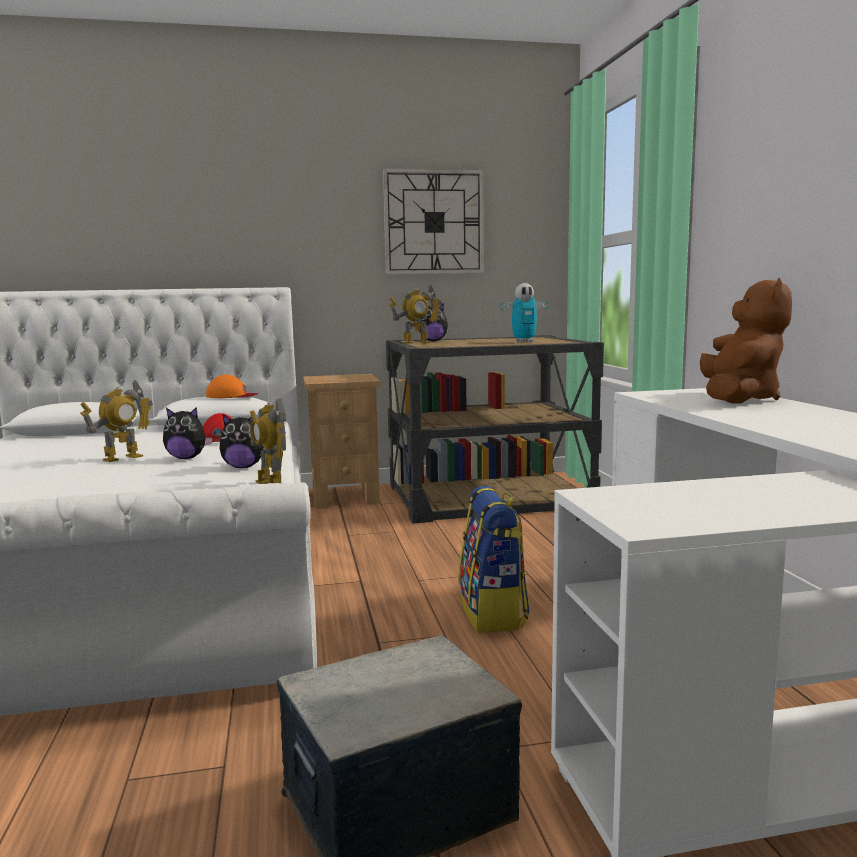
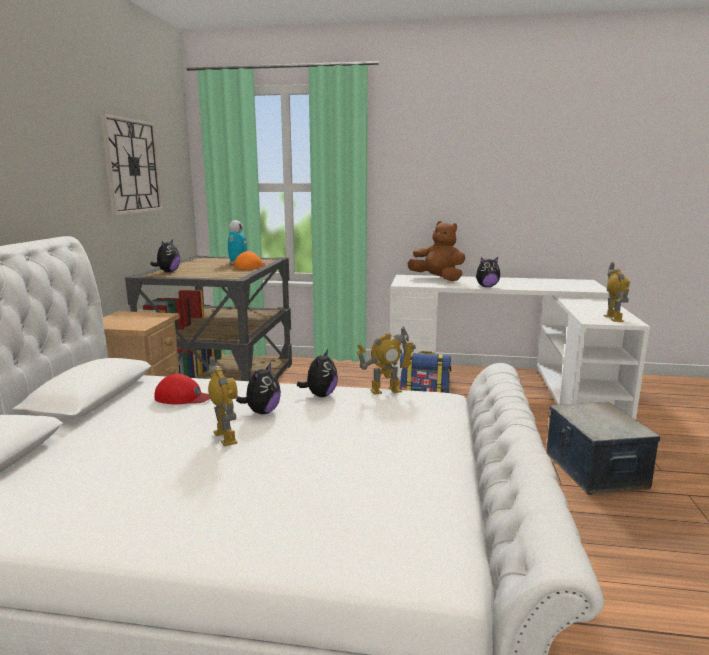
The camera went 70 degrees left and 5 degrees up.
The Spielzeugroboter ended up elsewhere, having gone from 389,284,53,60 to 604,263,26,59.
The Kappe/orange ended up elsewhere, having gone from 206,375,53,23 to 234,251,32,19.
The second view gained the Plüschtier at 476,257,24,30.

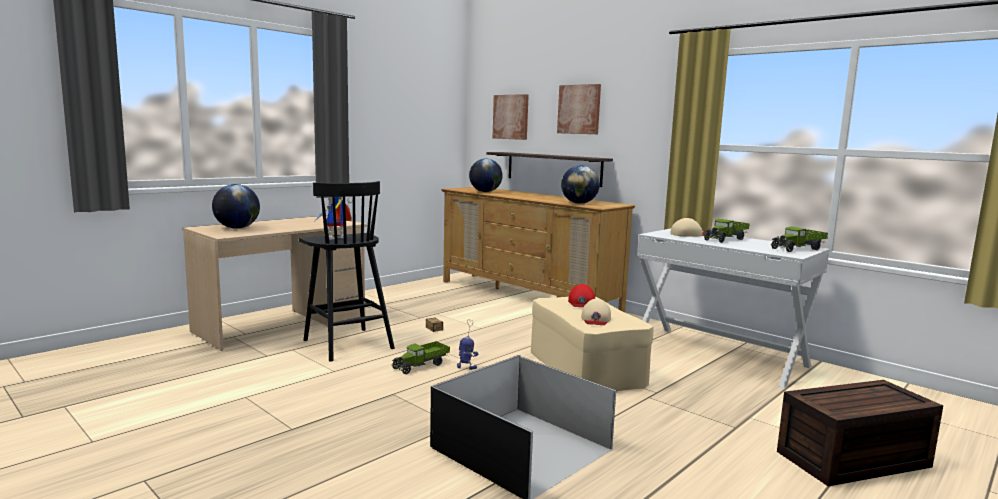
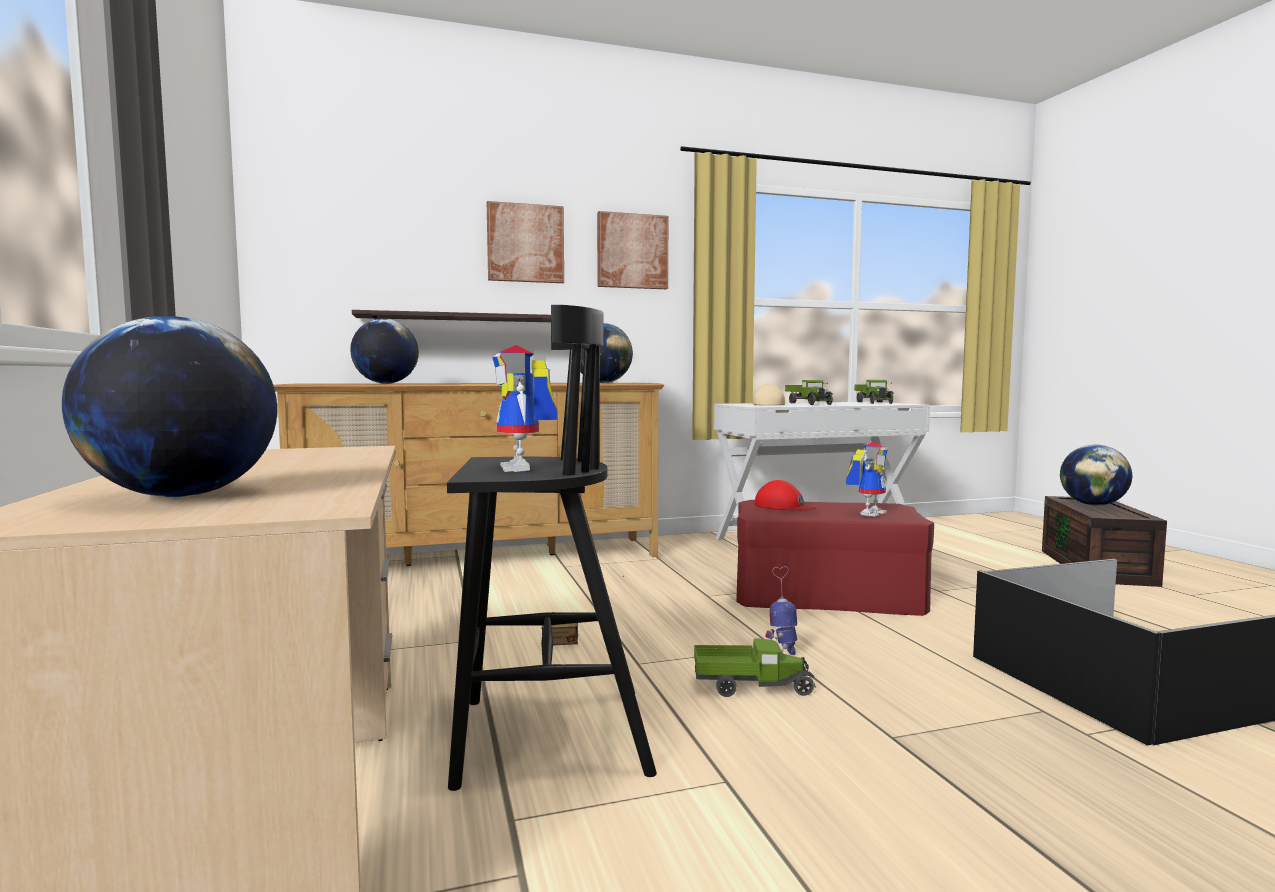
The camera went 60 degrees left and 5 degrees down.
The Bild ended up elsewhere, having gone from 493,94,36,46 to 597,211,71,78.
What was the Polsterhocker/beige at 531,297,123,94 turned into the Polsterhocker/rot at 736,500,198,116.
Where the Kappe/beige stood at 581,299,30,26, the Spielzeugroboter came to stand at 846,442,42,75.
The Spielzeuglaster at 392,341,58,33 ended up facing another way, 75 degrees counterclockwise from before.
The second view gained the Globus at 1060,445,72,61.

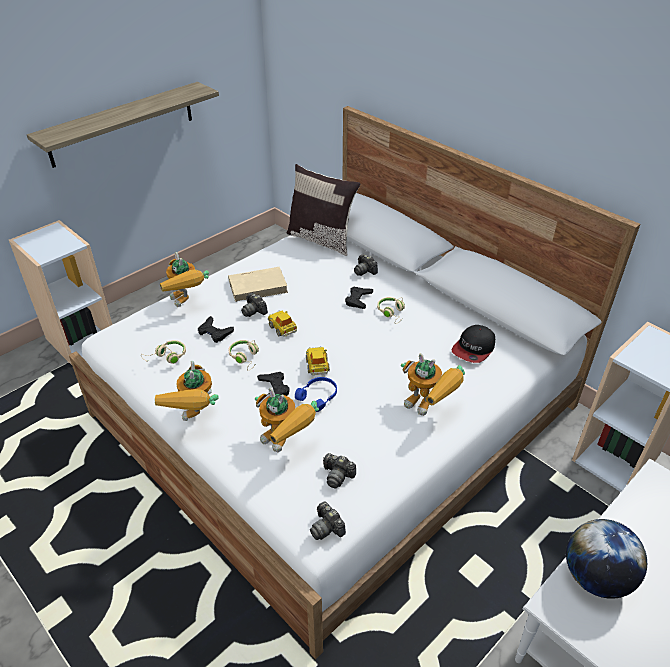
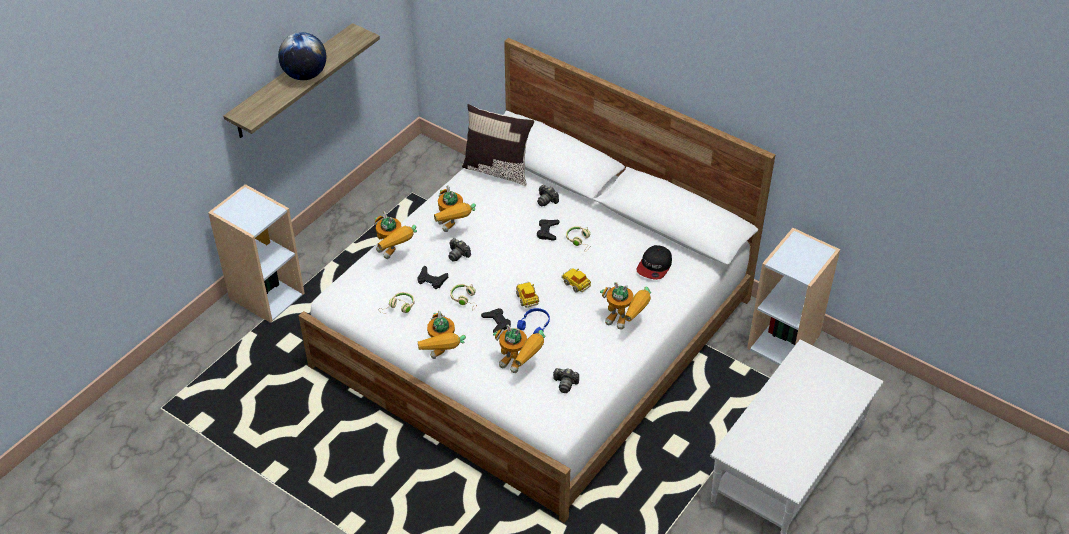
The camera went 10 degrees left and 5 degrees up.
Where the Buch/beige stood at 228,267,60,35, the Spielzeugroboter came to stand at 434,185,42,47.
The Spielzeugauto ended up elsewhere, having gone from 268,310,29,27 to 562,268,29,25.
The second view lost the Kamera at 310,502,36,38.
The Globus ended up elsewhere, having gone from 566,519,81,80 to 278,32,48,48.

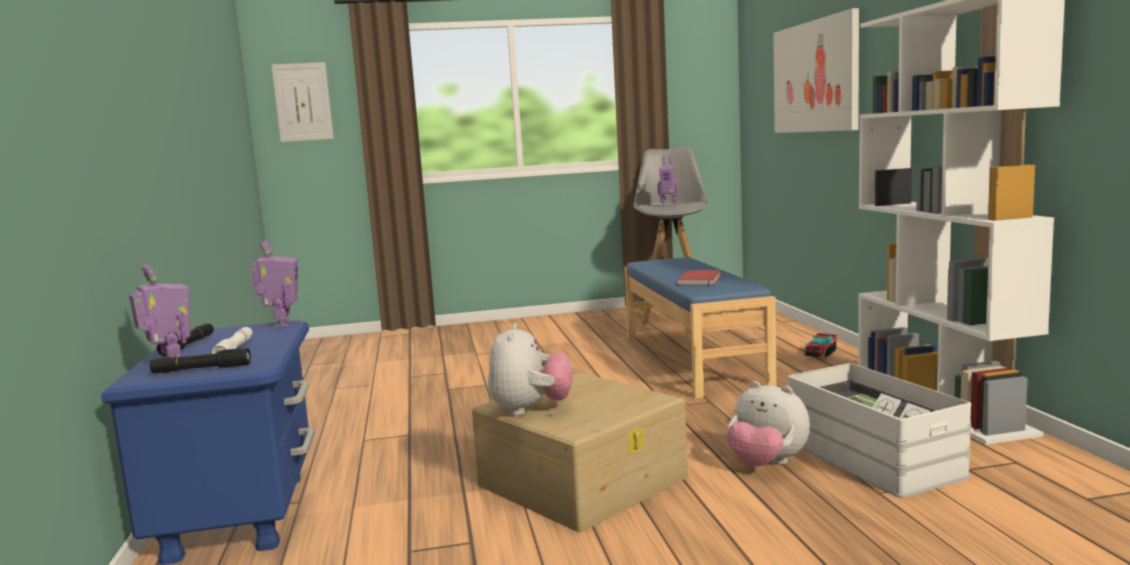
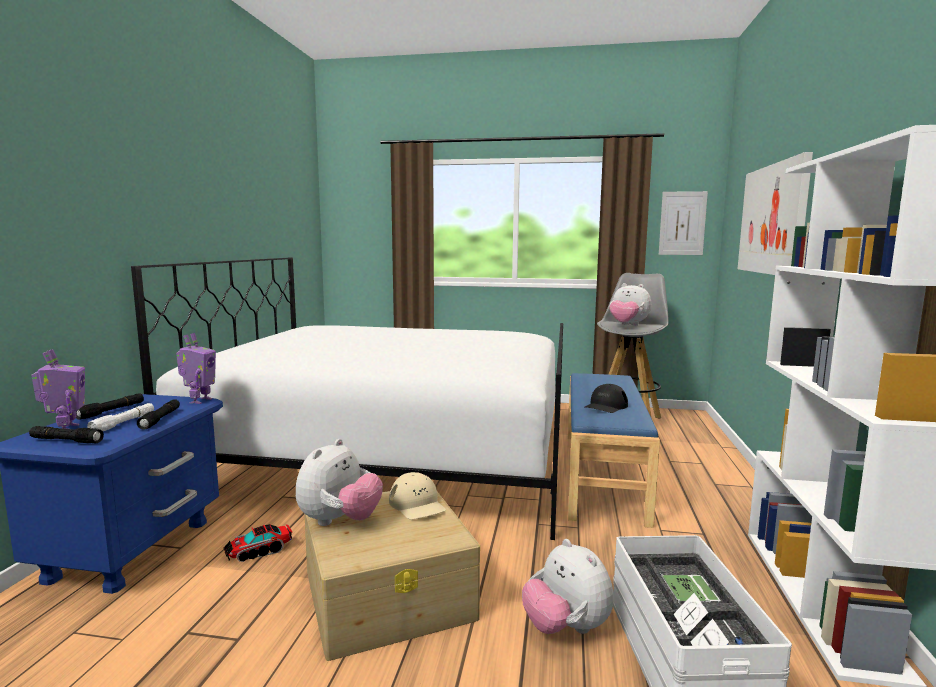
The camera went 20 degrees right and 0 degrees up.
The Bild ended up elsewhere, having gone from 271,62,63,80 to 659,191,49,64.
Where the Spielzeugroboter stood at 658,155,19,51, the Plüschtier came to stand at 609,283,42,43.
Where the Buch/rot stood at 677,270,44,15, the Kappe/schwarz came to stand at 585,384,43,29.
The Spielzeuglaster ended up elsewhere, having gone from 804,333,33,25 to 223,524,70,38.
The second view gained the Bett/weiß at 131,257,432,283.
The second view gained the Taschenlampe/schwarz at 137,399,43,31.
The second view gained the Kappe/beige at 389,472,57,47.

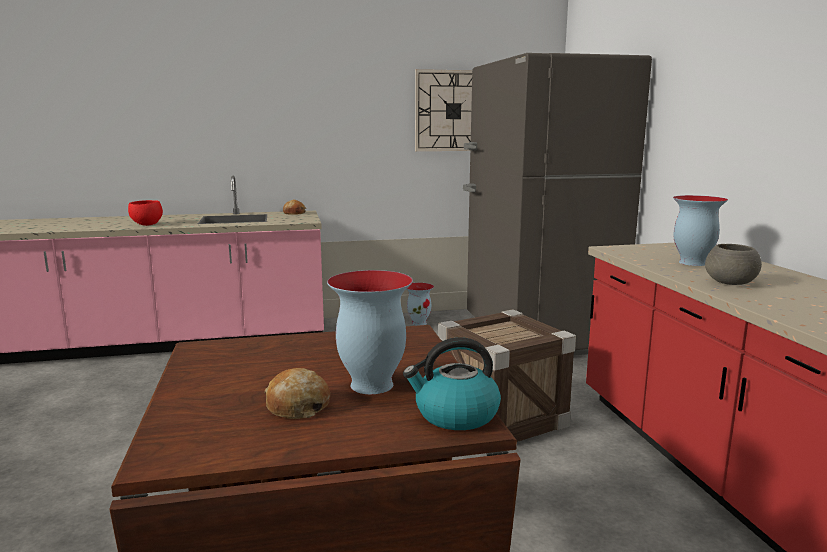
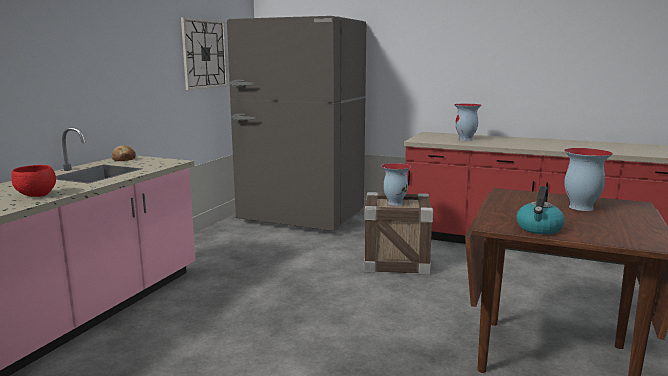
The camera went 55 degrees left and 0 degrees up.
The second view lost the Schüssel/grau at 705,244,57,41.
The Vase ended up elsewhere, having gone from 407,283,27,43 to 382,163,29,43.
The Wasserkessel ended up elsewhere, having gone from 403,337,98,93 to 516,186,49,48.
The second view lost the Brot at 264,368,66,51.

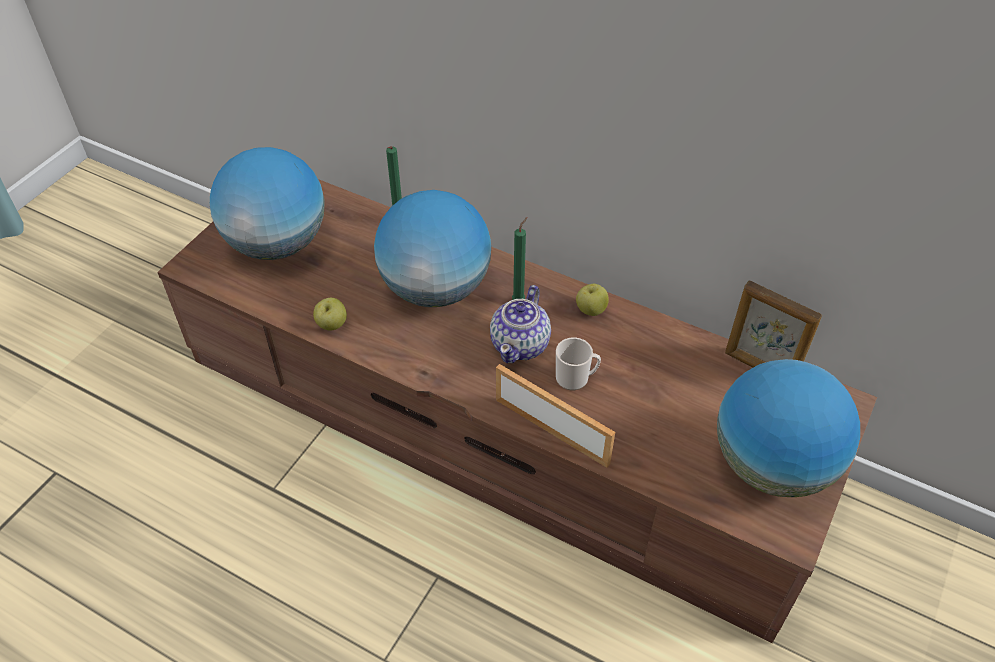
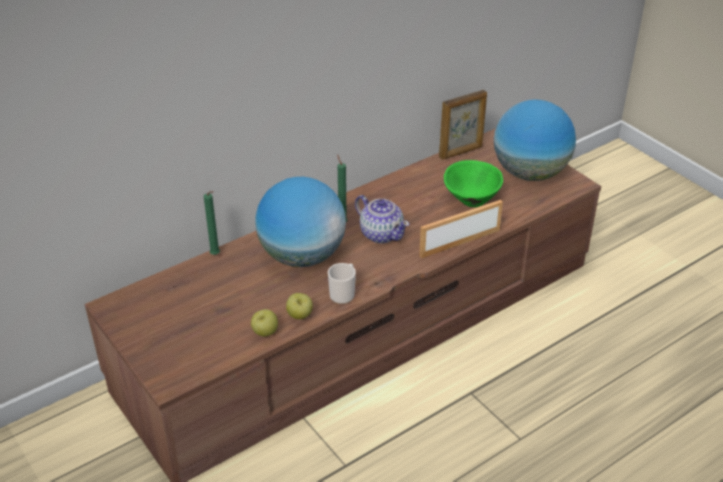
The camera went 65 degrees left and 10 degrees down.
The second view lost the Globus at 210,147,115,113.
The Apfel ended up elsewhere, having gone from 576,284,33,32 to 251,309,27,27.
The Henkelbecher ended up elsewhere, having gone from 556,338,45,52 to 328,263,28,41.
The second view gained the Schüssel/grün at 444,160,59,47.

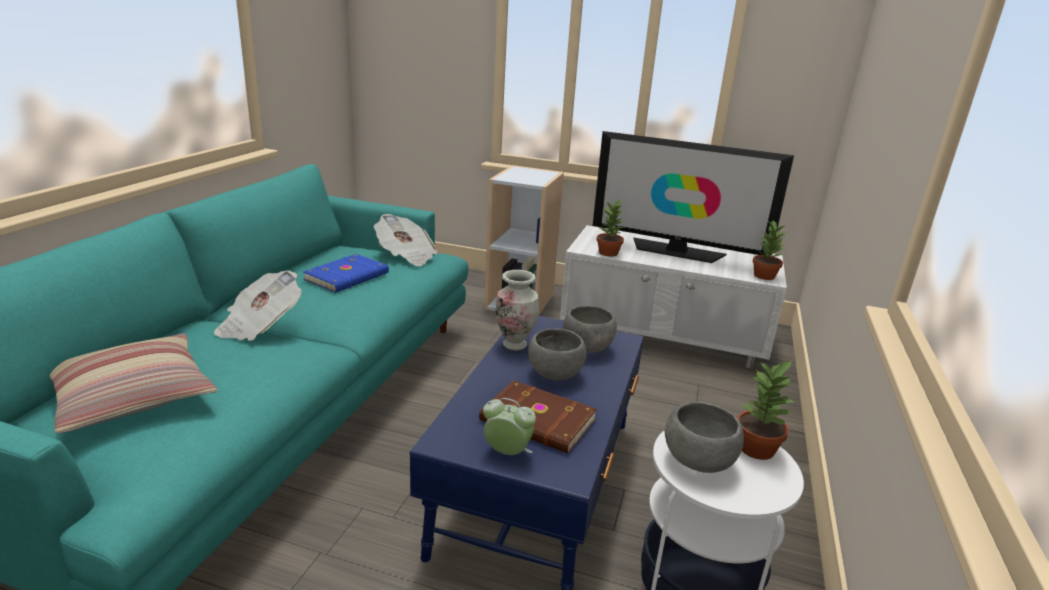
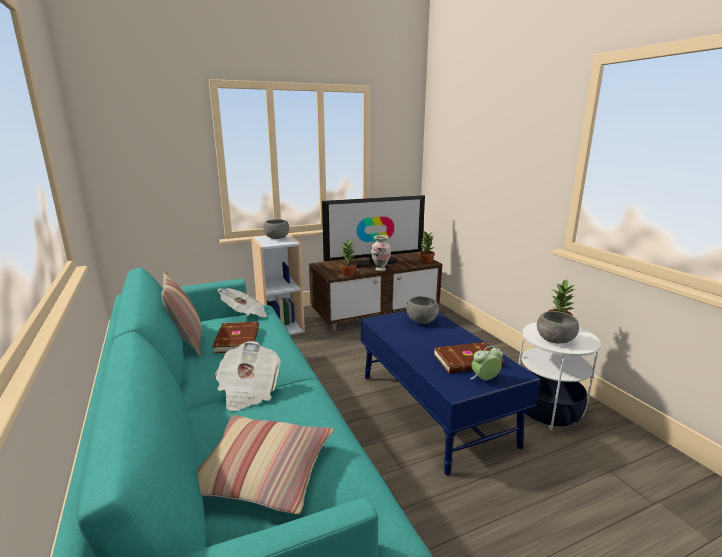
The camera went 40 degrees left and 5 degrees down.
What was the Fernsehschrank/weiß at 560,225,227,144 turned into the Fernsehschrank/braun at 309,252,133,80.
What was the Buch/blau at 303,254,86,39 turned into the Buch/braun at 212,321,47,32.
The Vase ended up elsewhere, having gone from 495,270,44,81 to 371,235,20,36.
The Schüssel/grau ended up elsewhere, having gone from 528,328,58,52 to 263,219,26,20.
The second view gained the Kissen at 162,271,40,86.

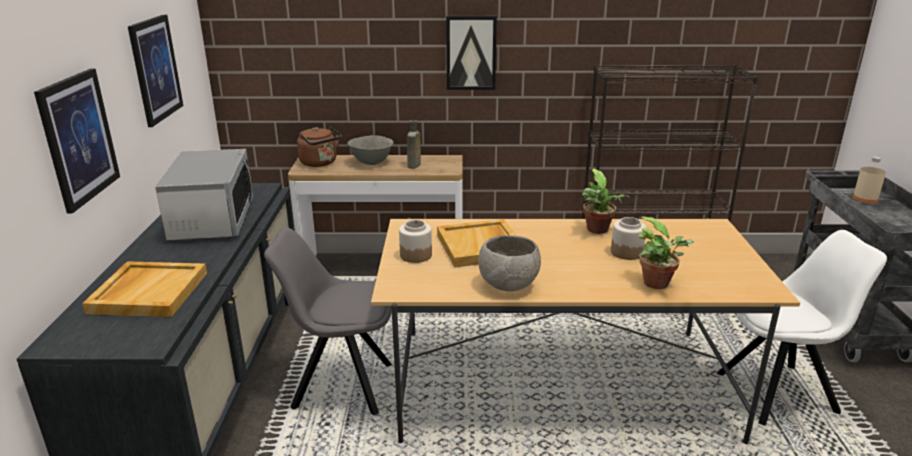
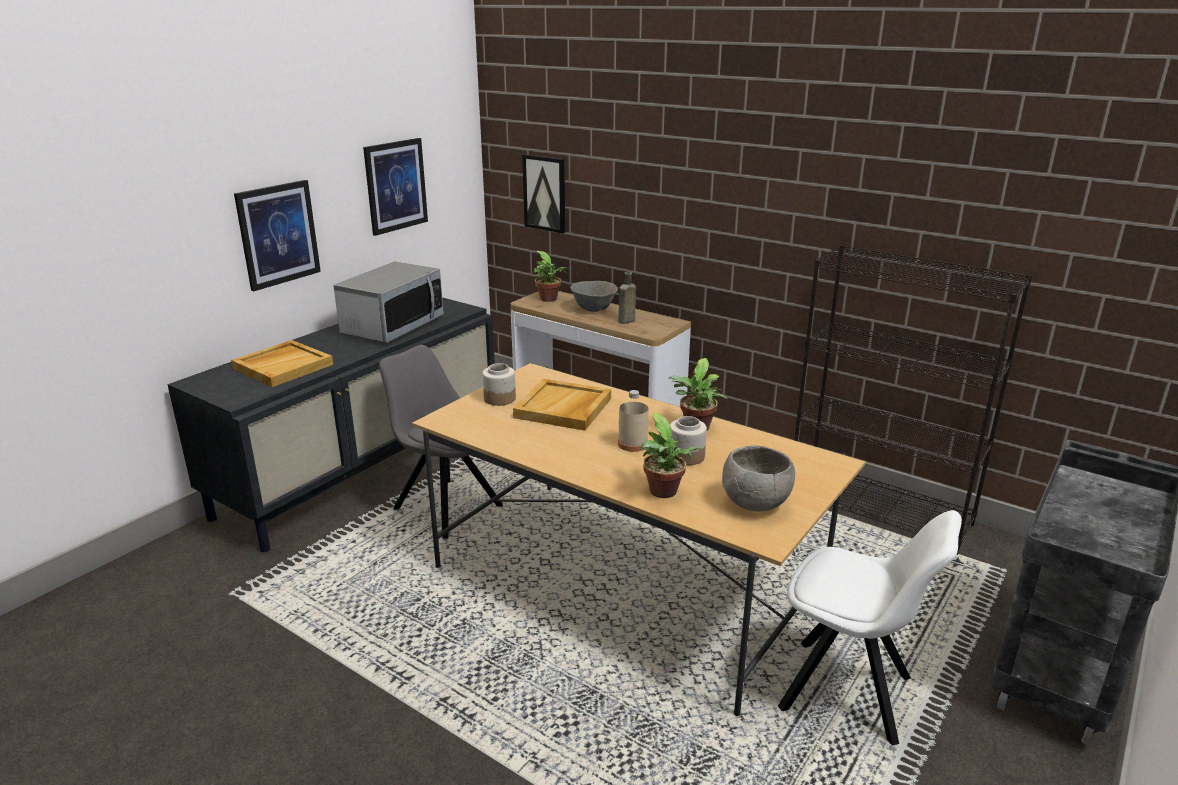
The camera went 35 degrees right and 0 degrees up.
The Bild ended up elsewhere, having gone from 446,16,51,74 to 522,154,43,79.
Where the Wasserkessel/braun stood at 297,126,45,41, the Topfpflanze came to stand at 534,251,35,51.
The Flasche/beige ended up elsewhere, having gone from 852,157,34,47 to 618,390,31,62.
The Schüssel/grau ended up elsewhere, having gone from 478,235,63,56 to 722,445,73,66.

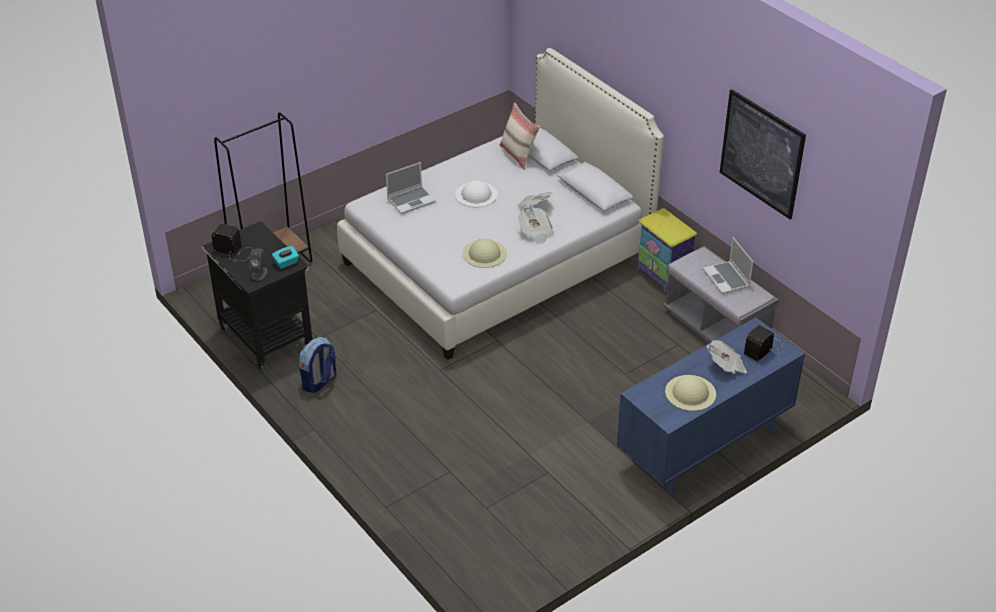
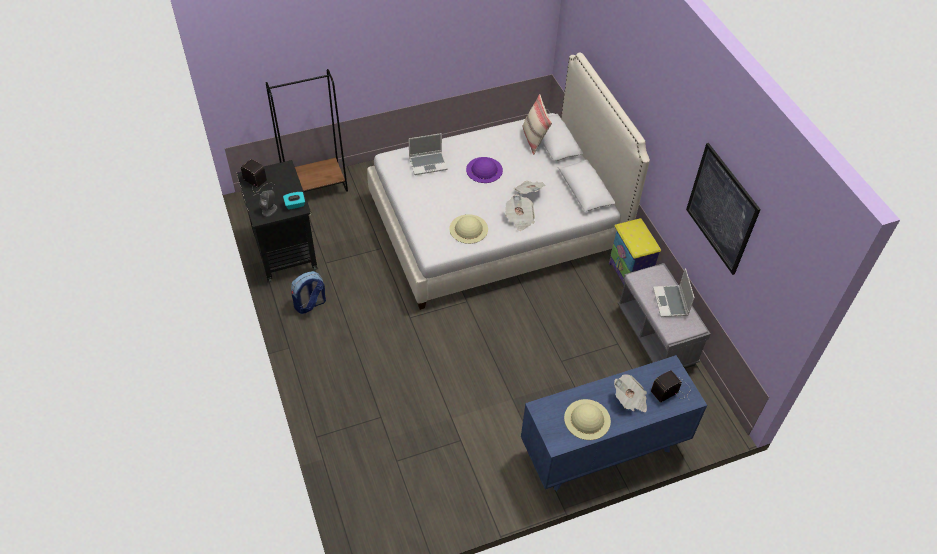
The camera went 15 degrees right and 10 degrees up.
What was the Hut/weiß at 455,180,43,27 turned into the Hut/lila at 466,157,37,26.

